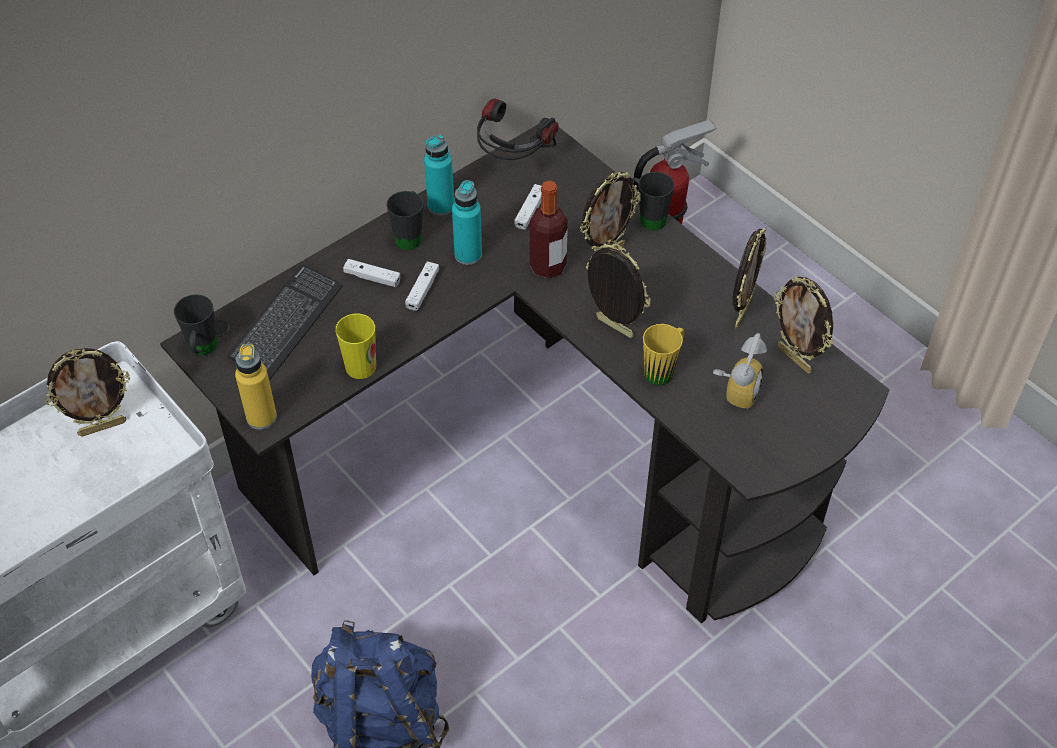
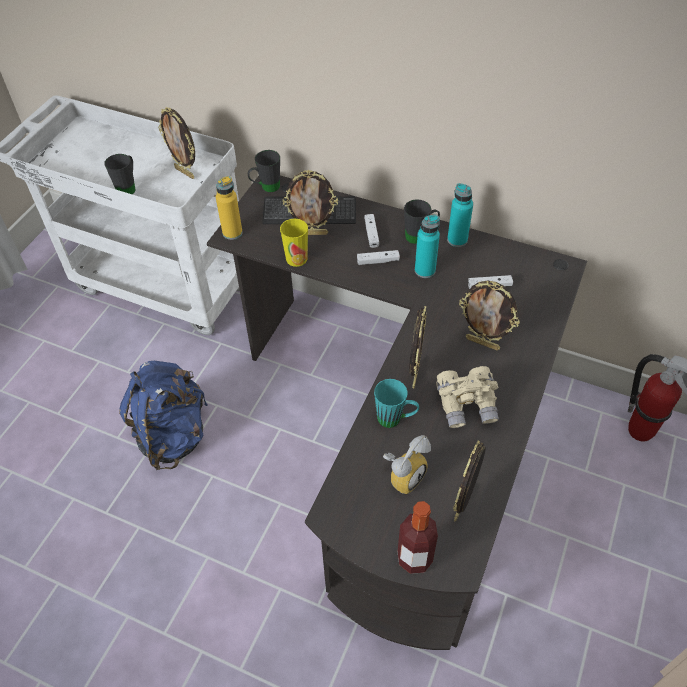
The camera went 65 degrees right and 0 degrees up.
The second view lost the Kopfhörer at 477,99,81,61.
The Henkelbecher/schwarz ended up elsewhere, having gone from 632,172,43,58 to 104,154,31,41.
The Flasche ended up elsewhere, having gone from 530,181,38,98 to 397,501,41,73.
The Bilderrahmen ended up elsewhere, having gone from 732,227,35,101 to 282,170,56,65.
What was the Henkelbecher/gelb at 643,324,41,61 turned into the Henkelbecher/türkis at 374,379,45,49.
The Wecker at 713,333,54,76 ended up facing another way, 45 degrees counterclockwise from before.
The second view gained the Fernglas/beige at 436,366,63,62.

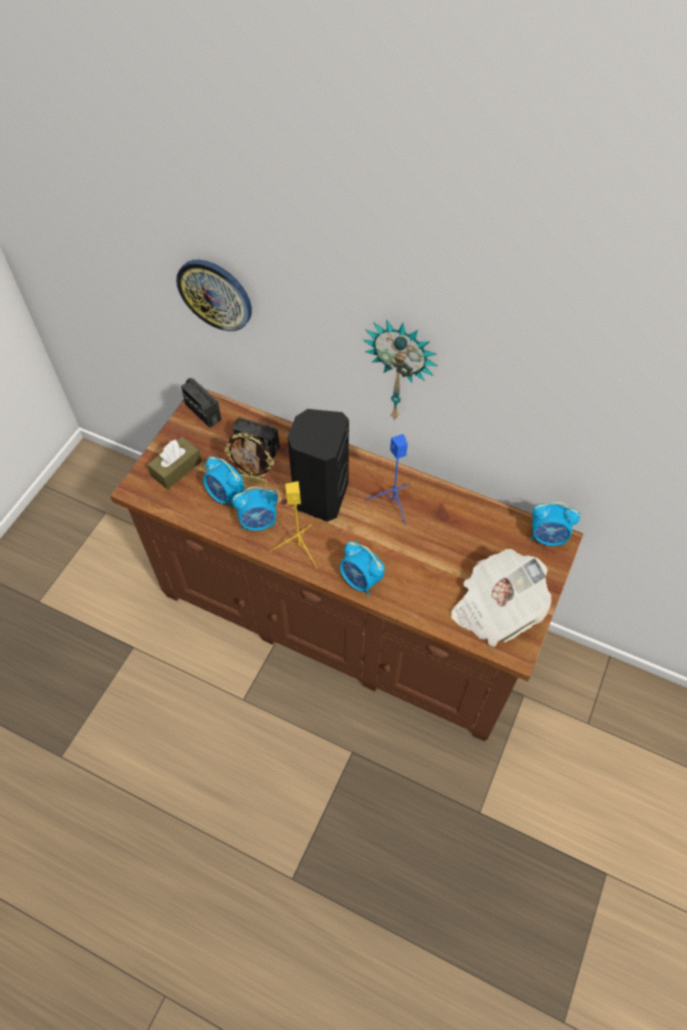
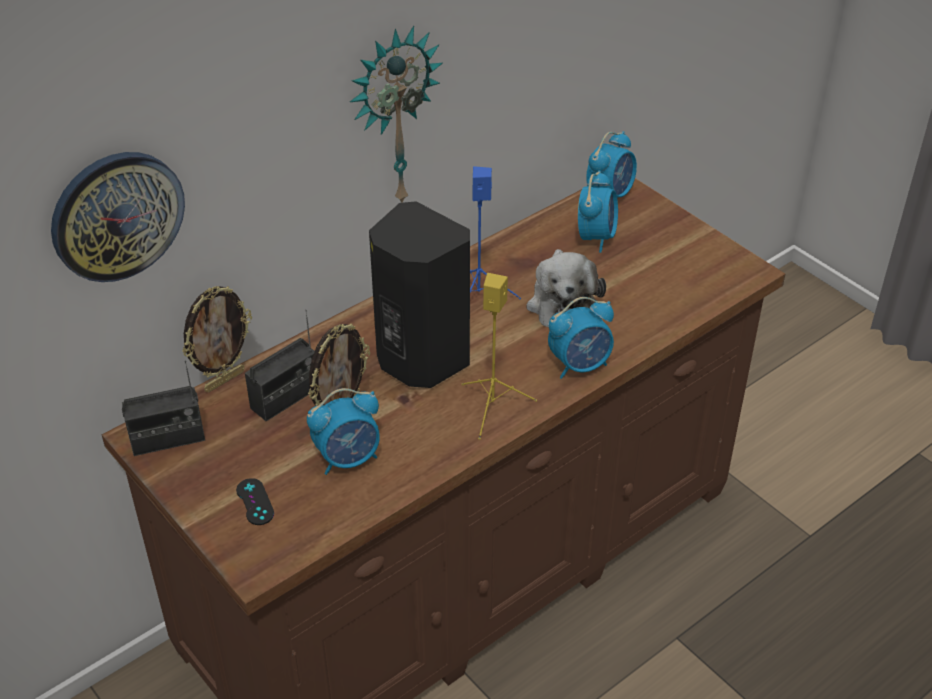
The camera went 65 degrees left and 15 degrees down.
Where the Taschentuchbox/braun stood at 147,437,55,53, the Gamepad/schwarz came to stand at 236,478,38,47.
The Wecker ended up elsewhere, having gone from 232,487,46,44 to 578,170,40,83.
The second view lost the Zeitung at 451,549,101,98.
The second view gained the Plüschtier at 526,249,80,78.
The second view gained the Bilderrahmen at 182,286,70,106.

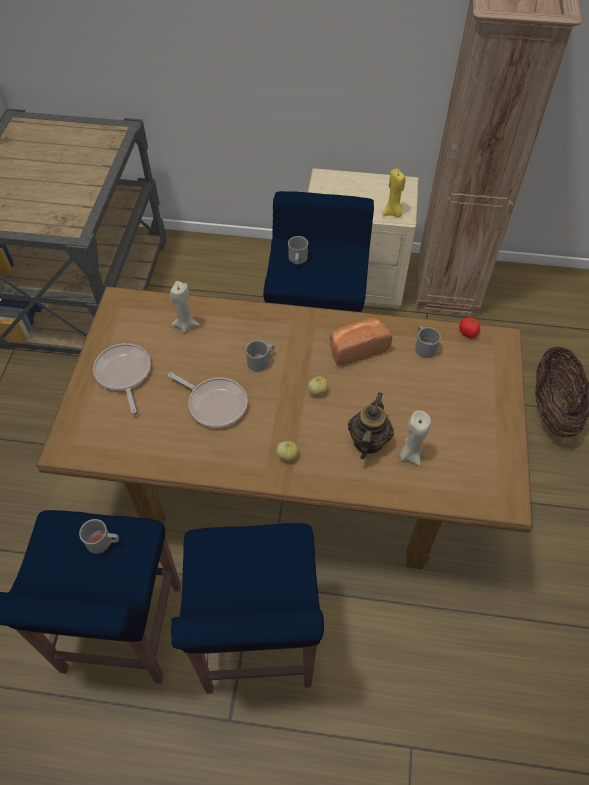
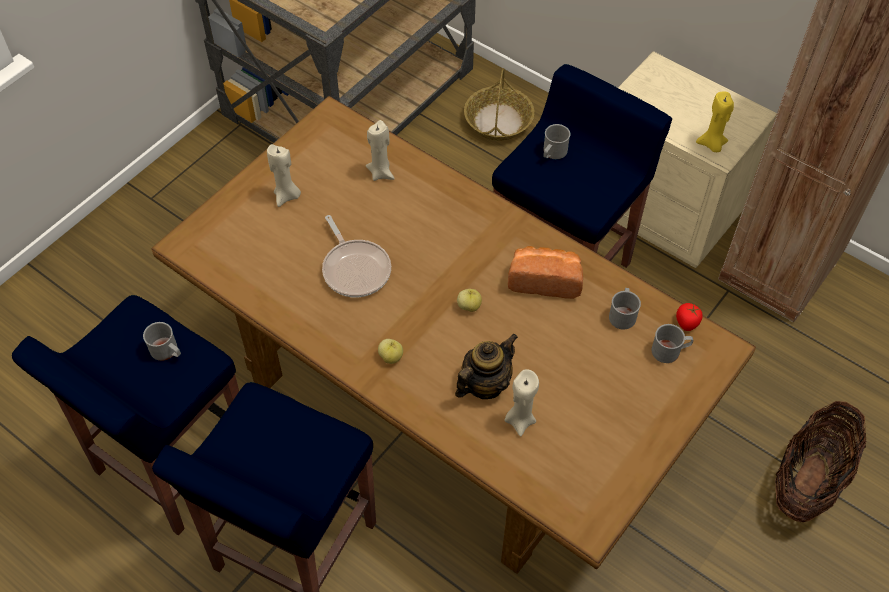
The camera went 30 degrees right and 0 degrees up.
The Henkelbecher/grau ended up elsewhere, having gone from 245,340,29,31 to 652,324,41,39.
Where the Pfanne stood at 93,343,58,70, the Kerze/beige came to stand at 267,144,34,63.
The second view gained the Korb at 464,68,70,73.

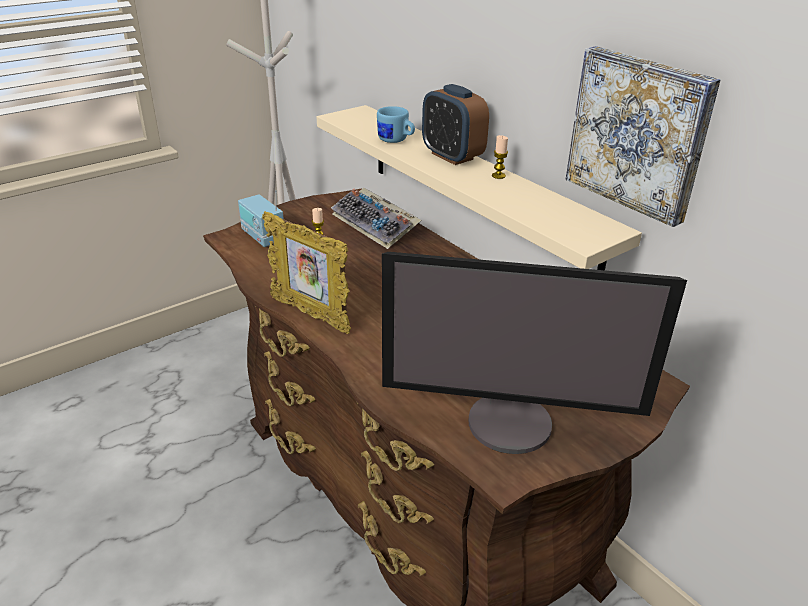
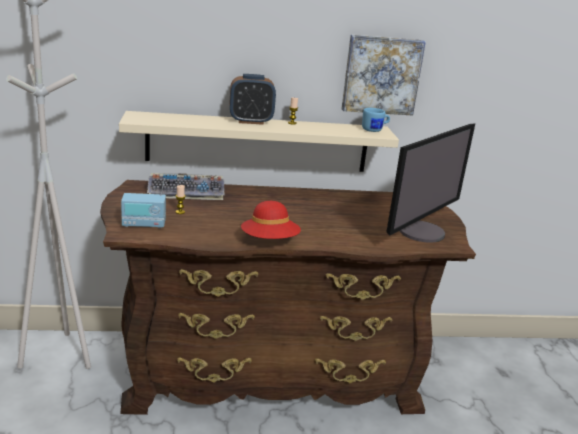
The camera went 60 degrees left and 10 degrees down.
The Henkelbecher/blau ended up elsewhere, having gone from 377,106,38,37 to 362,108,28,24.
Where the Bilderrahmen stood at 262,211,89,123, the Hut/rot came to stand at 241,201,60,38.

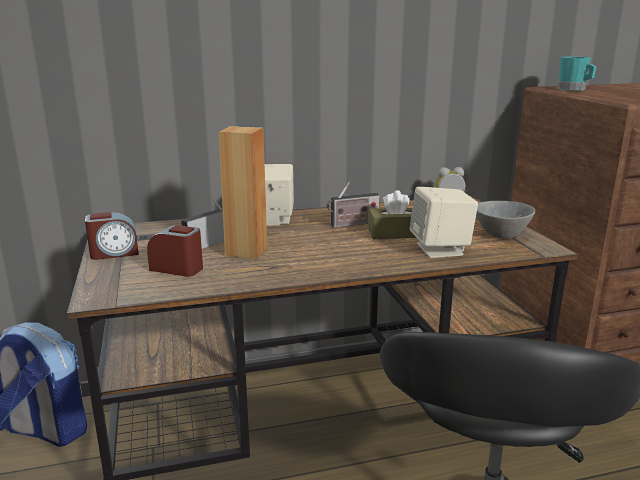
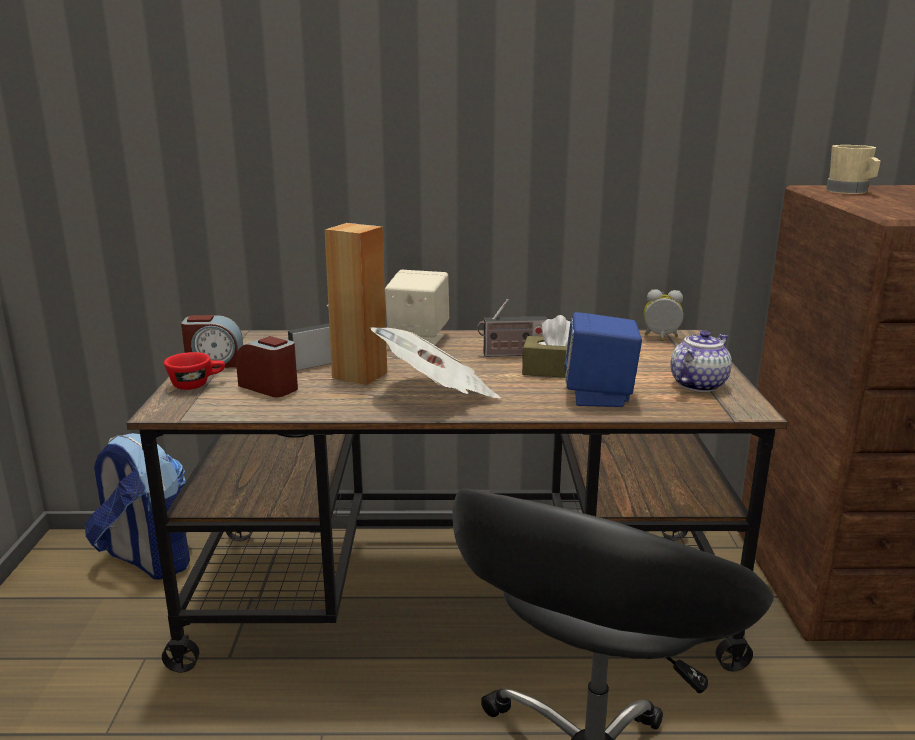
The camera went 15 degrees right and 0 degrees up.
What was the Henkelbecher/türkis at 557,57,39,34 turned into the Henkelbecher/beige at 826,145,55,49.
What was the Lautsprecher/beige at 410,187,68,71 turned into the Lautsprecher/blau at 564,312,78,95.
Where the Schüssel/grau stood at 476,201,59,38, the Teekanne came to stand at 670,330,62,62.
The second view gained the Zeitung at 370,327,132,71.
The second view gained the Tasse/rot at 164,352,61,38.

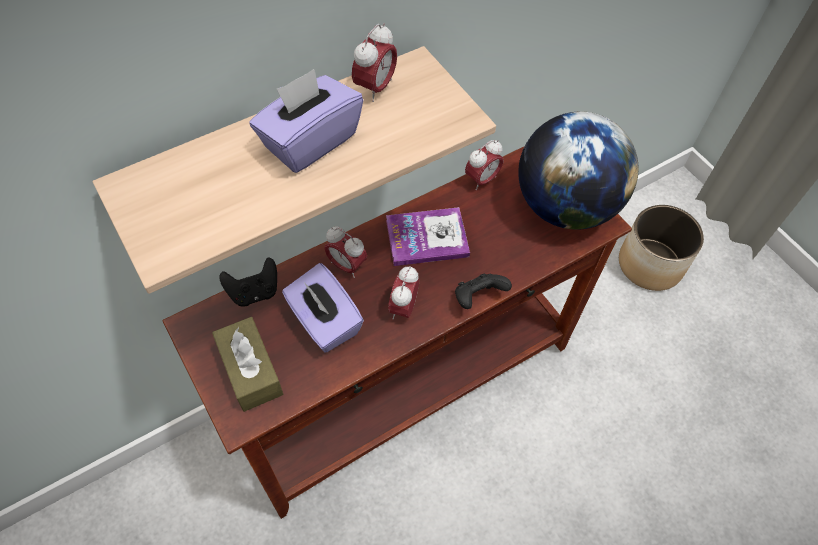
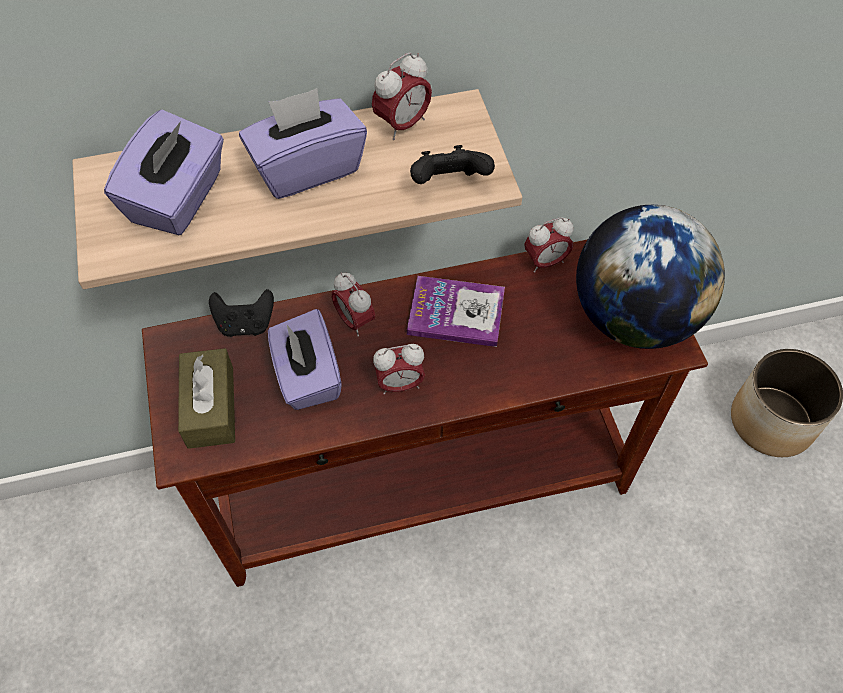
The camera went 20 degrees right and 0 degrees up.
The Wecker at 388,266,31,53 ended up facing another way, 135 degrees counterclockwise from before.
The Gamepad/schwarz ended up elsewhere, having gone from 455,274,57,35 to 410,145,85,39.
The second view gained the Taschentuchbox/lila at 104,109,120,126.

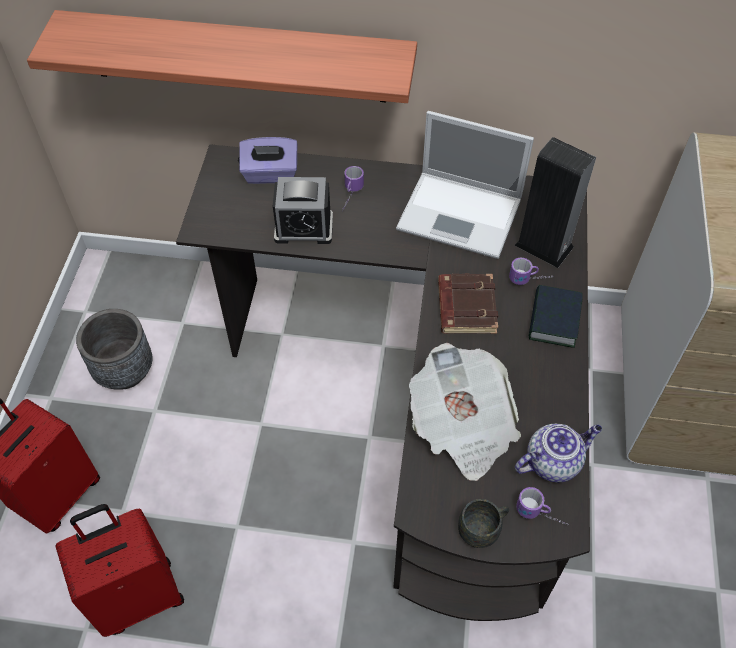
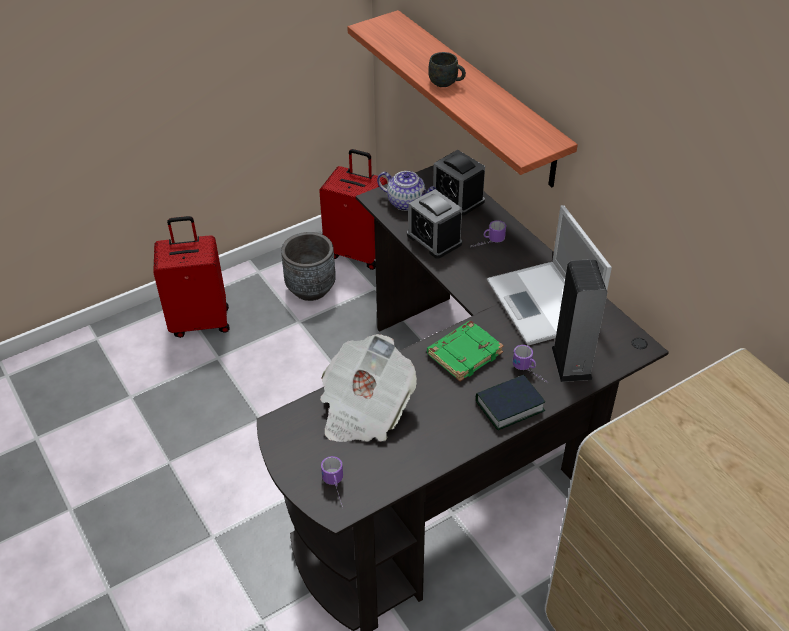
The camera went 50 degrees right and 10 degrees down.
Where the Taschentuchbox/lila stood at 239,137,58,47, the Wecker came to stand at 433,150,52,66.
What was the Buch/braun at 438,274,60,60 turned into the Buch/grün at 427,321,77,60.
The Teekanne ended up elsewhere, having gone from 515,424,87,58 to 377,171,59,40.
The Henkelbecher/grau ended up elsewhere, having gone from 458,499,51,49 to 428,52,38,35.
The Koffer/rot ended up elsewhere, having gone from 55,504,129,133 to 319,149,68,121.

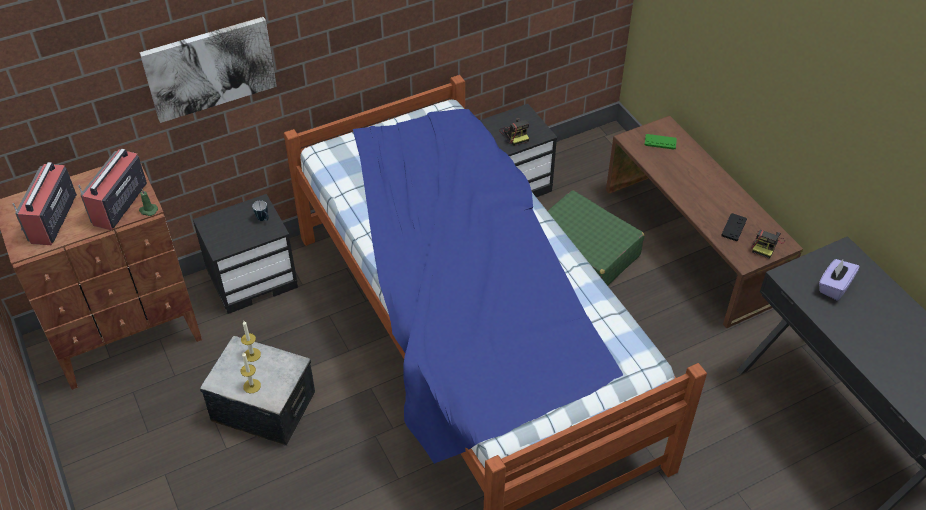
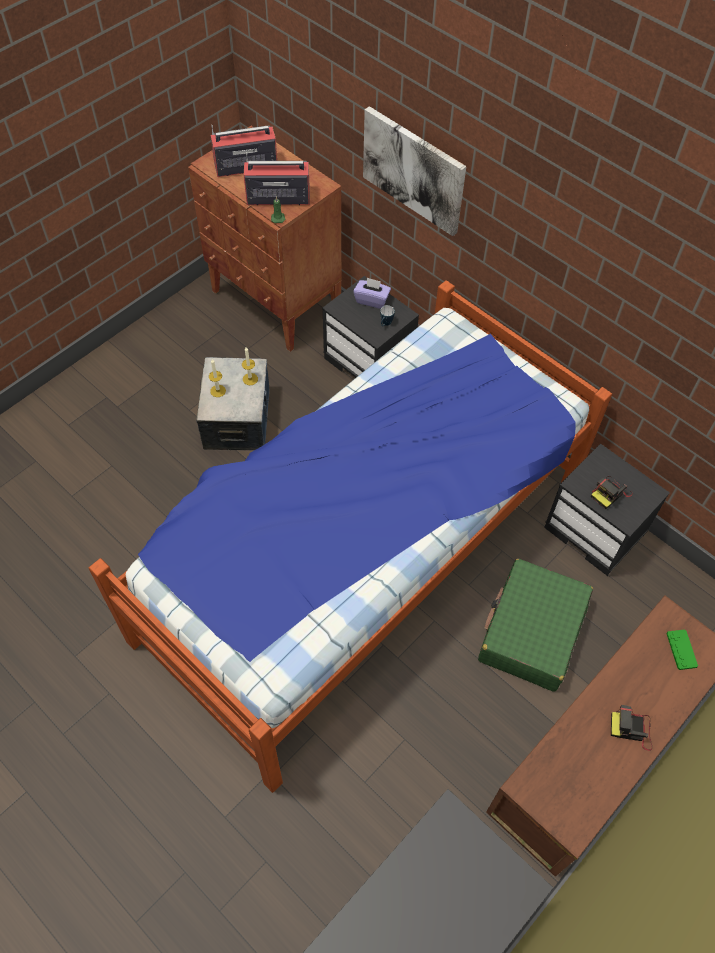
The camera went 70 degrees right and 10 degrees up.
The second view lost the Gamepad/schwarz at 721,213,26,28.
The Kamera ended up elsewhere, having gone from 751,230,34,29 to 611,705,41,46.
The Taschentuchbox/lila ended up elsewhere, having gone from 819,259,41,41 to 353,277,38,32.

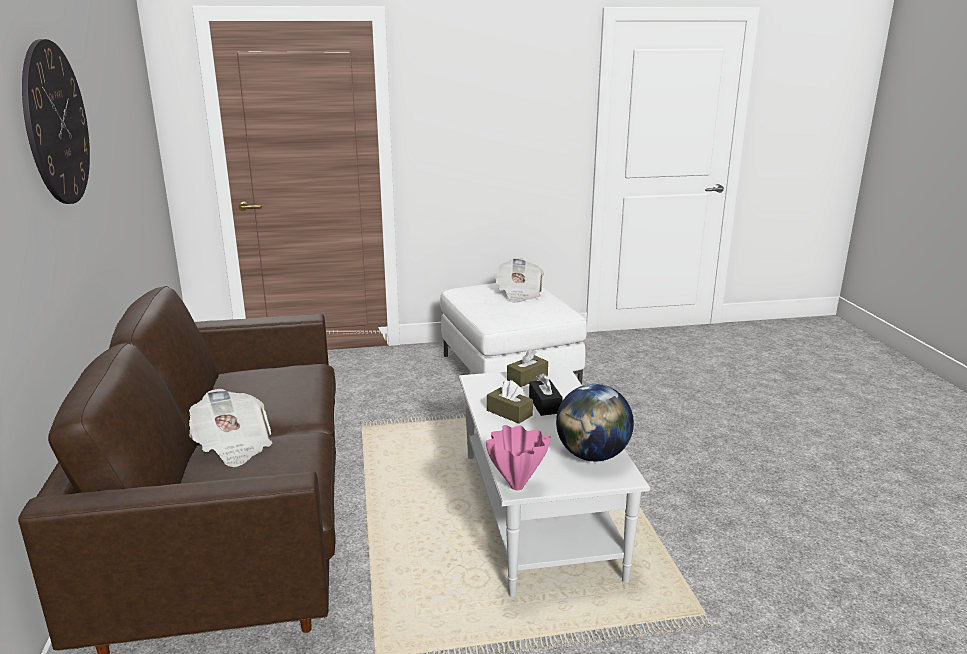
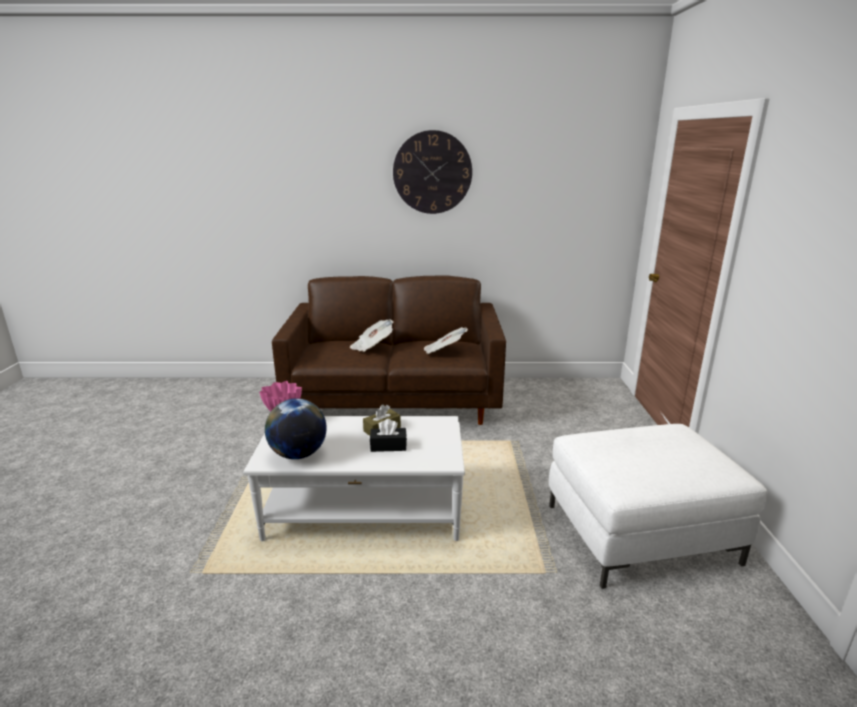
The camera went 100 degrees right and 0 degrees up.
The Zeitung ended up elsewhere, having gone from 495,258,49,45 to 424,327,44,27.
The second view lost the Taschentuchbox/braun at 507,349,41,38.

